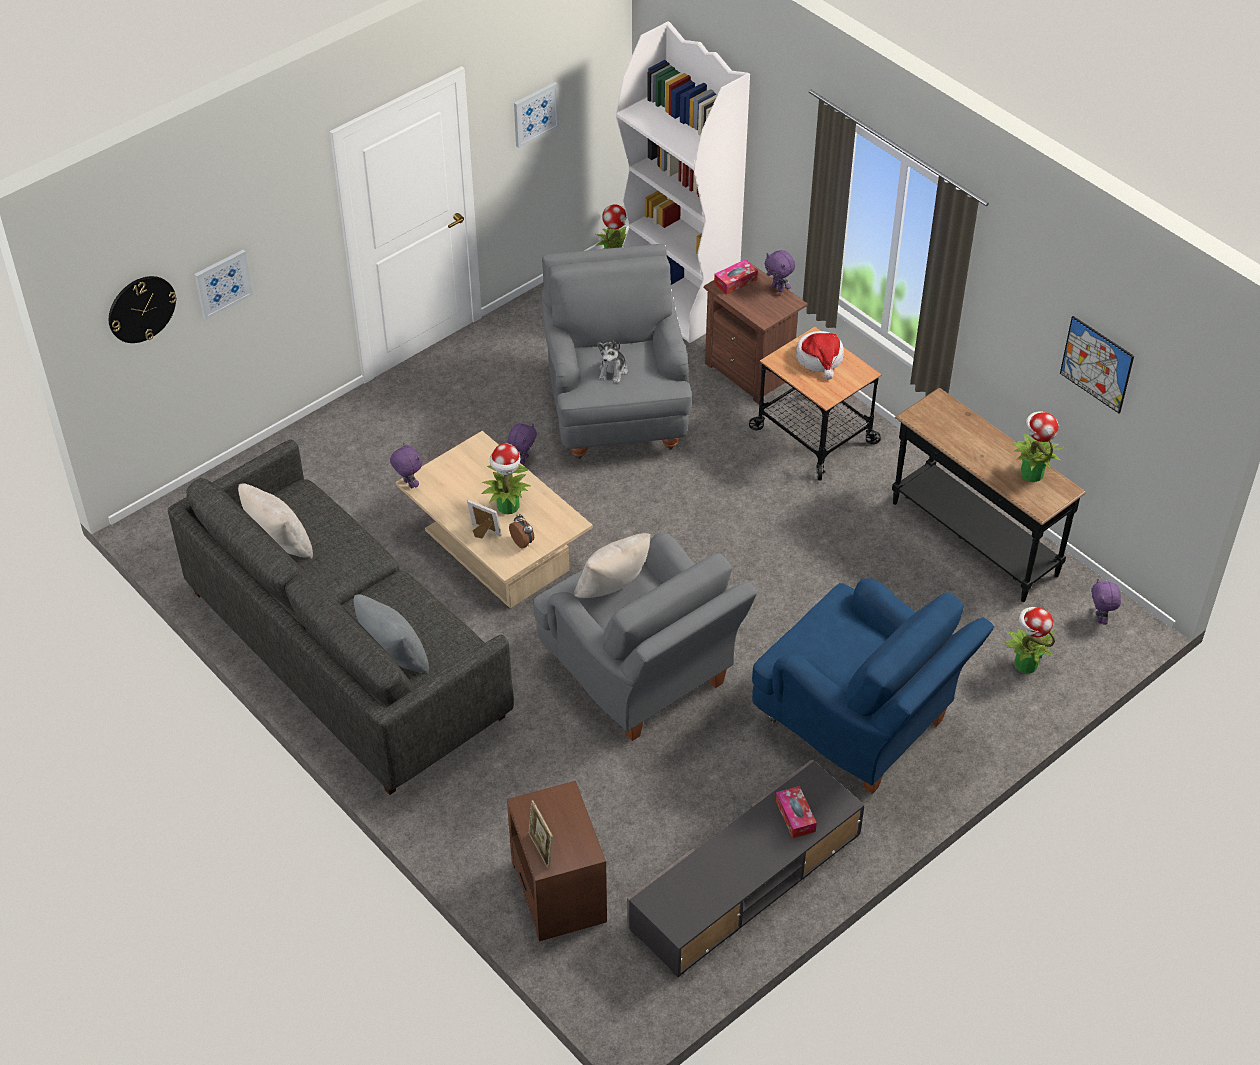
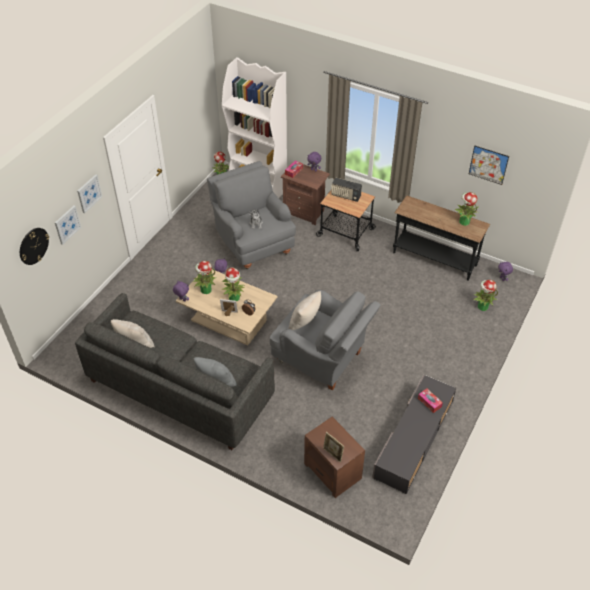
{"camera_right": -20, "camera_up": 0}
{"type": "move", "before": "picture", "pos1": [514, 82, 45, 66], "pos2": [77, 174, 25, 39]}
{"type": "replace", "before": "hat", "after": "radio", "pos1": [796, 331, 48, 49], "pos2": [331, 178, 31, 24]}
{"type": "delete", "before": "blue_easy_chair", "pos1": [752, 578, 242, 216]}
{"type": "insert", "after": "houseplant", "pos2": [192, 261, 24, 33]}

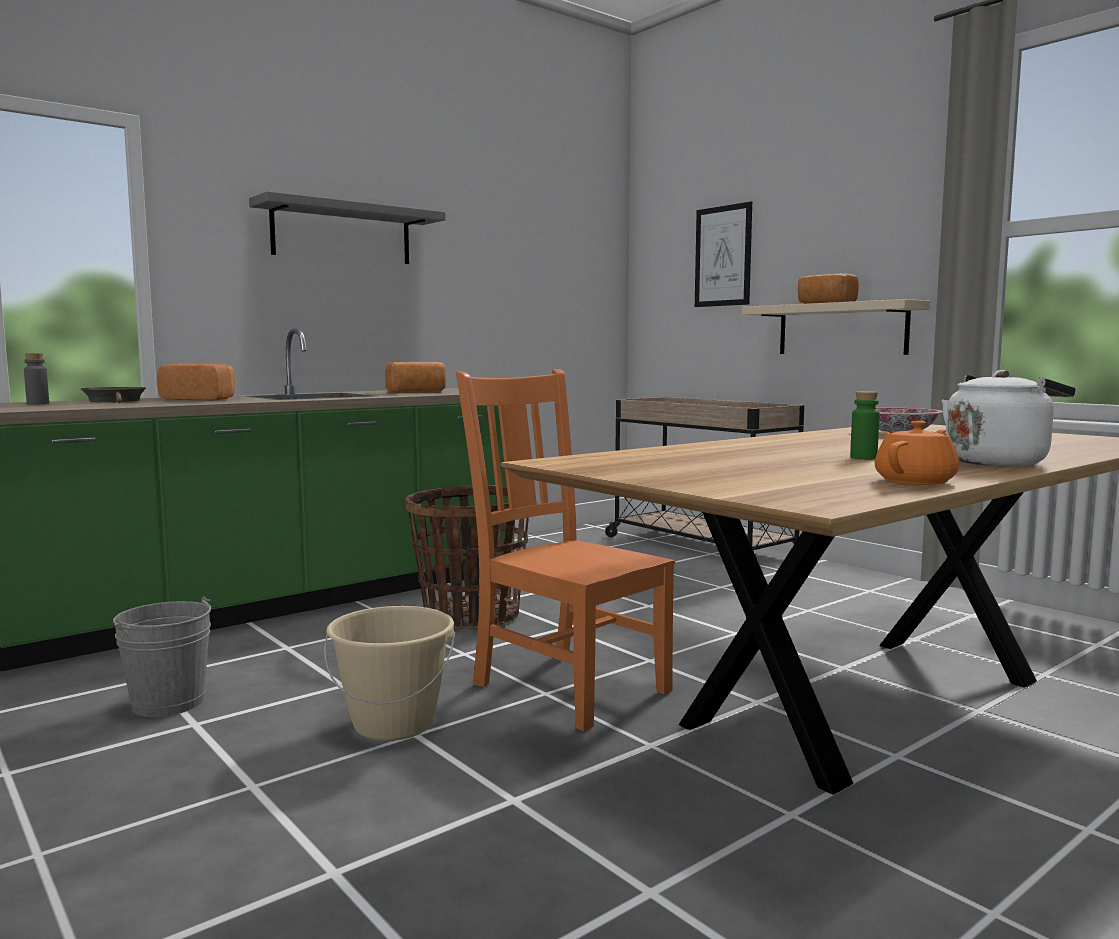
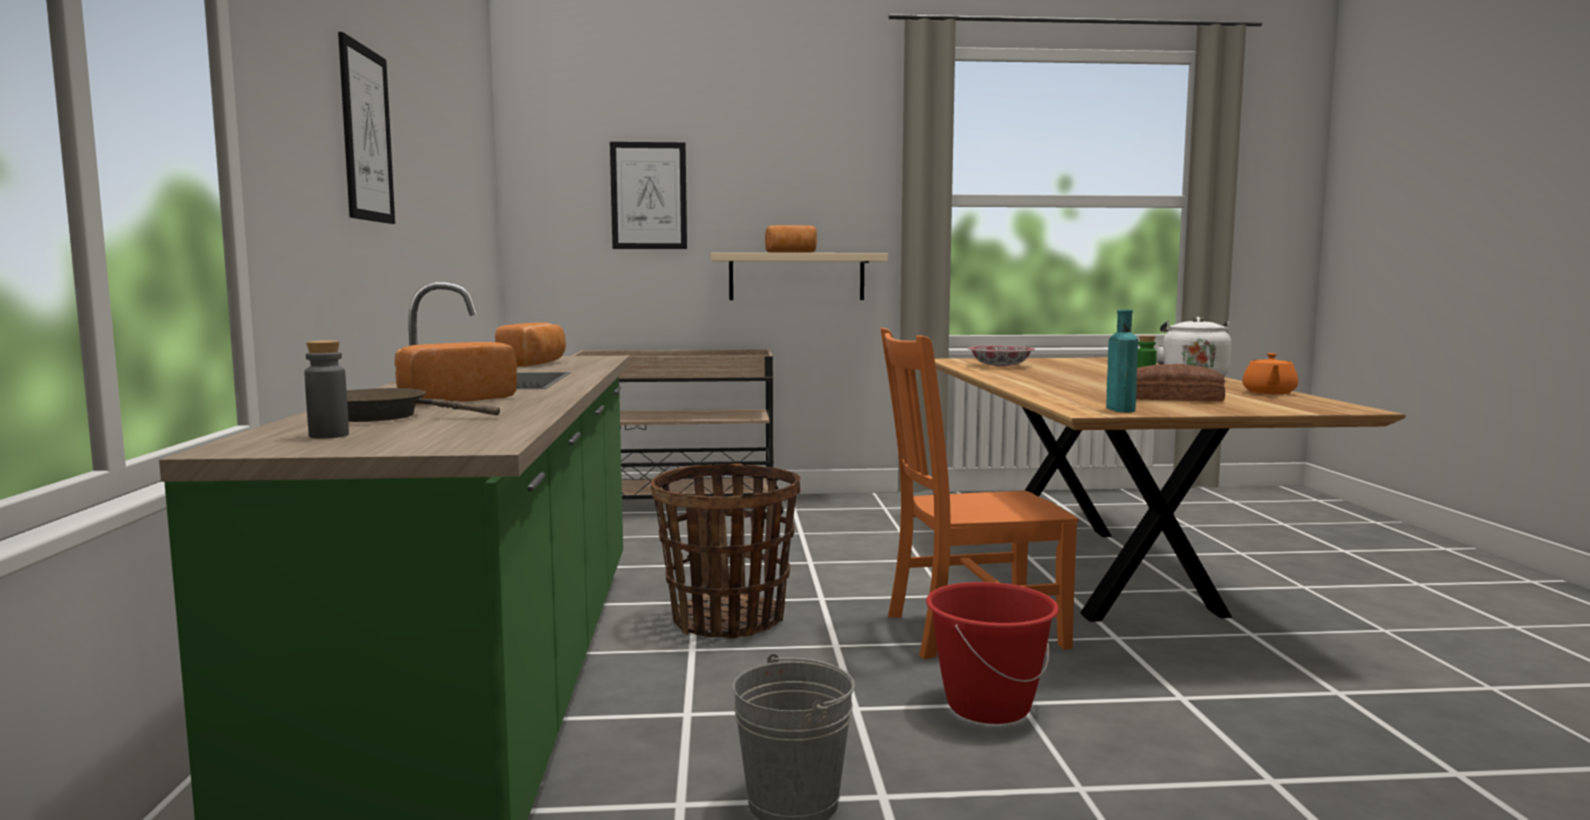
{"camera_right": -55, "camera_up": 0}
{"type": "replace", "before": "grey_shelf", "after": "picture", "pos1": [249, 191, 197, 73], "pos2": [338, 32, 57, 192]}
{"type": "rotate", "before": "orange_teapot", "pos1": [875, 421, 84, 64], "pos2": [1242, 353, 56, 41], "turn": -150}
{"type": "recolor", "before": "sand-coloured_water_bucket", "after": "reddish_water_bucket", "pos1": [324, 606, 131, 135], "pos2": [926, 582, 133, 142]}
{"type": "insert", "after": "blue-green_beverage_bottle", "pos2": [1106, 310, 32, 102]}
{"type": "insert", "after": "bakery_bread", "pos2": [1136, 364, 89, 38]}

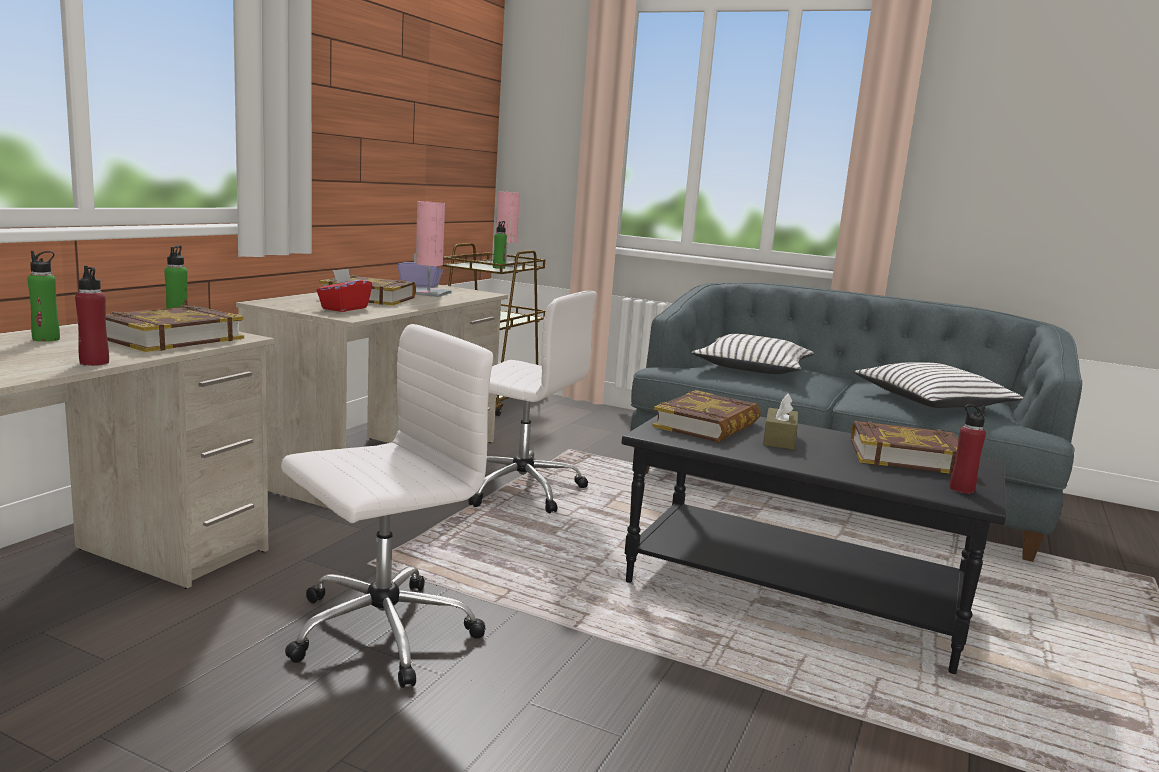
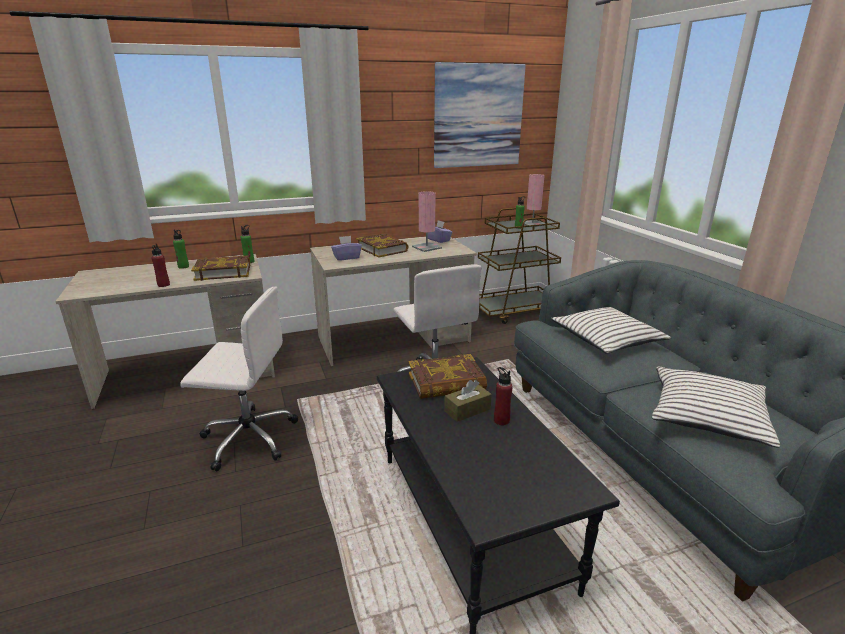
{"camera_right": 45, "camera_up": 10}
{"type": "recolor", "before": "reddish_box_of_tissues", "after": "purplish_box_of_tissues", "pos1": [316, 269, 56, 43], "pos2": [331, 236, 31, 25]}
{"type": "move", "before": "reddish_beverage_bottle", "pos1": [949, 404, 37, 90], "pos2": [494, 367, 19, 58]}
{"type": "delete", "before": "book", "pos1": [851, 421, 108, 53]}
{"type": "insert", "after": "picture", "pos2": [434, 62, 92, 106]}

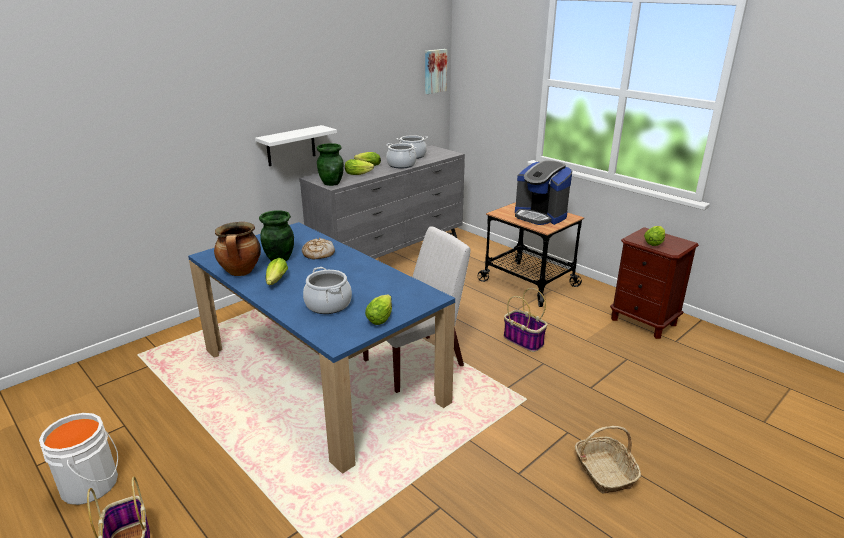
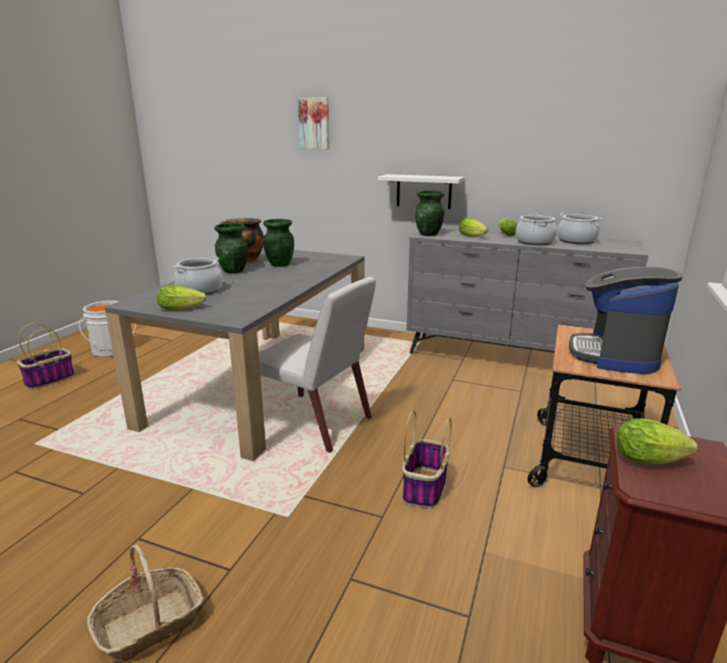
{"camera_right": 65, "camera_up": -5}
{"type": "move", "before": "picture", "pos1": [425, 49, 22, 45], "pos2": [298, 97, 32, 52]}
{"type": "recolor", "before": "blue_kitchen_table", "after": "grey_kitchen_table", "pos1": [188, 222, 267, 252], "pos2": [105, 248, 259, 213]}
{"type": "delete", "before": "bakery_bread", "pos1": [302, 238, 33, 22]}
{"type": "replace", "before": "lettuce_head", "after": "green_flower_vase", "pos1": [266, 258, 22, 27], "pos2": [214, 223, 34, 51]}

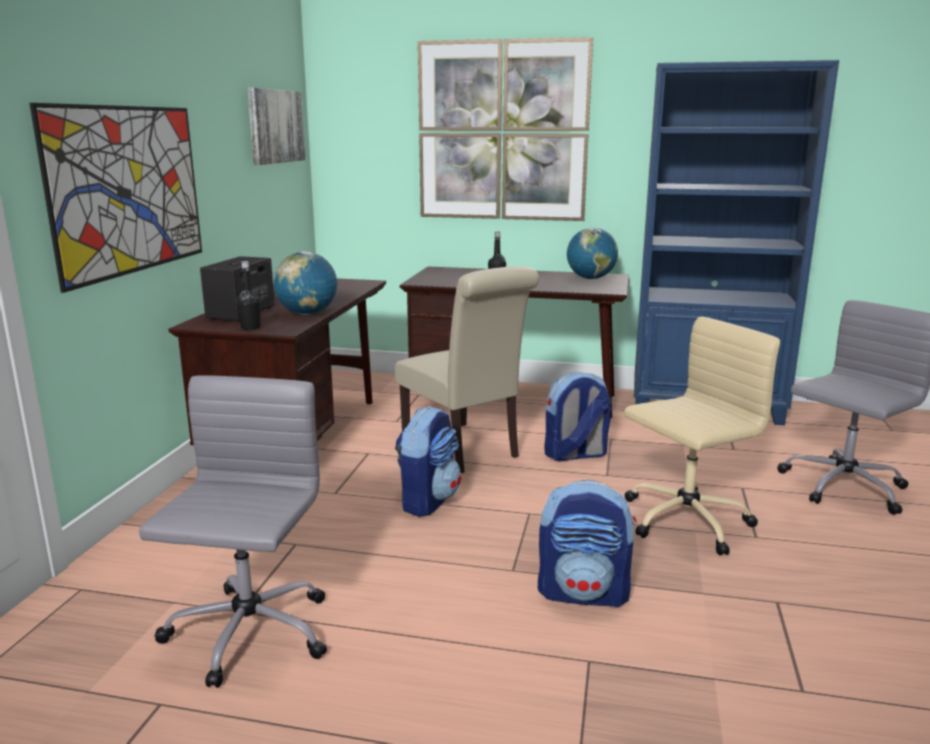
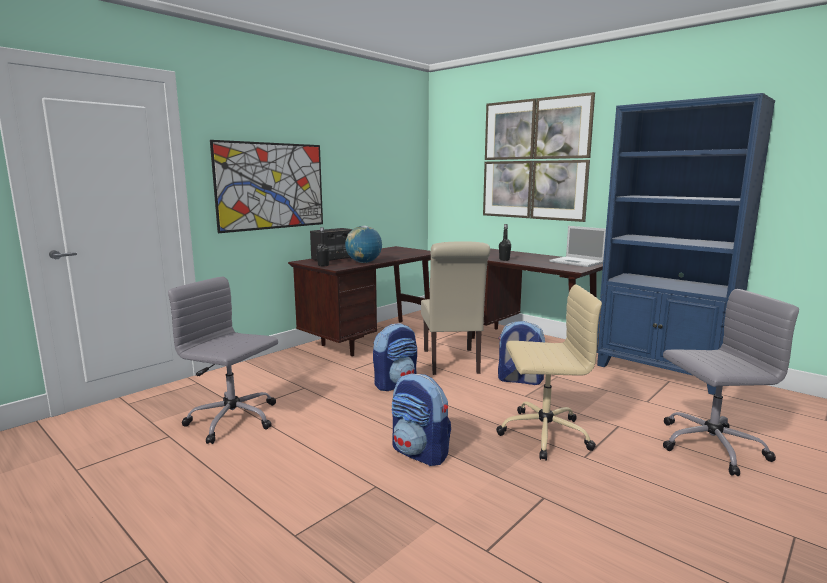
{"camera_right": 30, "camera_up": -5}
{"type": "delete", "before": "picture", "pos1": [247, 87, 58, 78]}
{"type": "replace", "before": "globe", "after": "portable_computer", "pos1": [567, 228, 51, 51], "pos2": [549, 226, 57, 41]}
{"type": "rotate", "before": "grey_office_chair", "pos1": [139, 375, 188, 313], "pos2": [168, 277, 110, 167], "turn": -105}

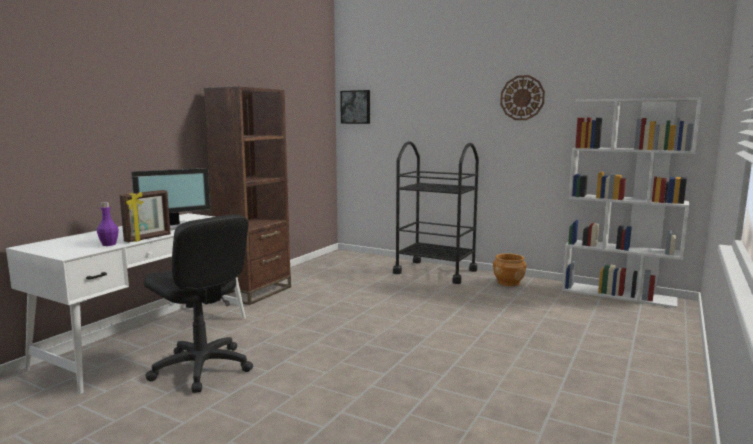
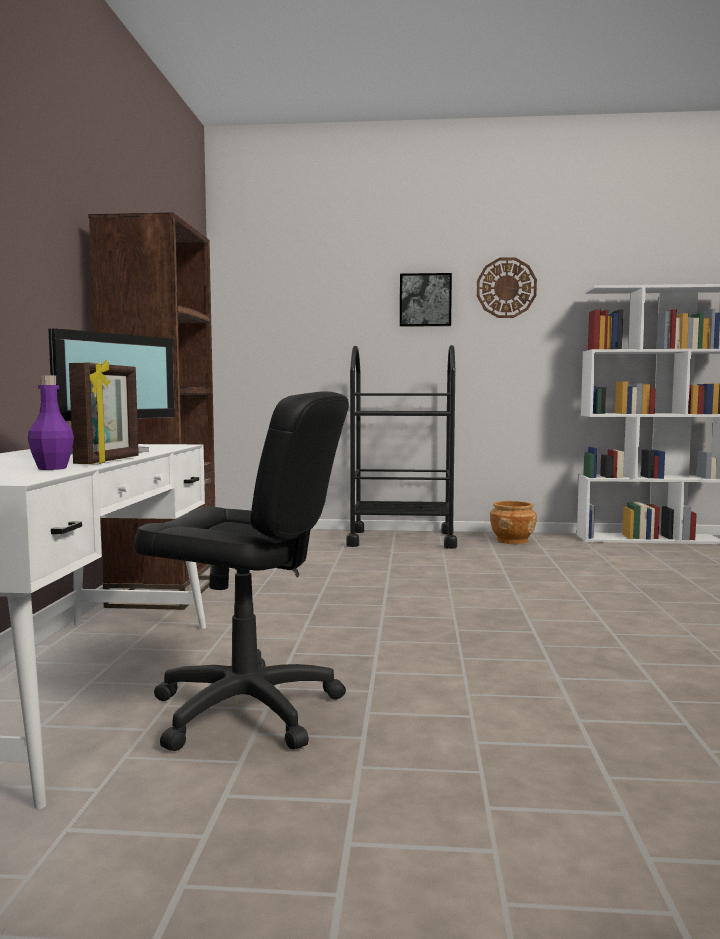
{"camera_right": -25, "camera_up": -5}
{"type": "move", "before": "picture", "pos1": [340, 90, 30, 34], "pos2": [400, 273, 52, 54]}

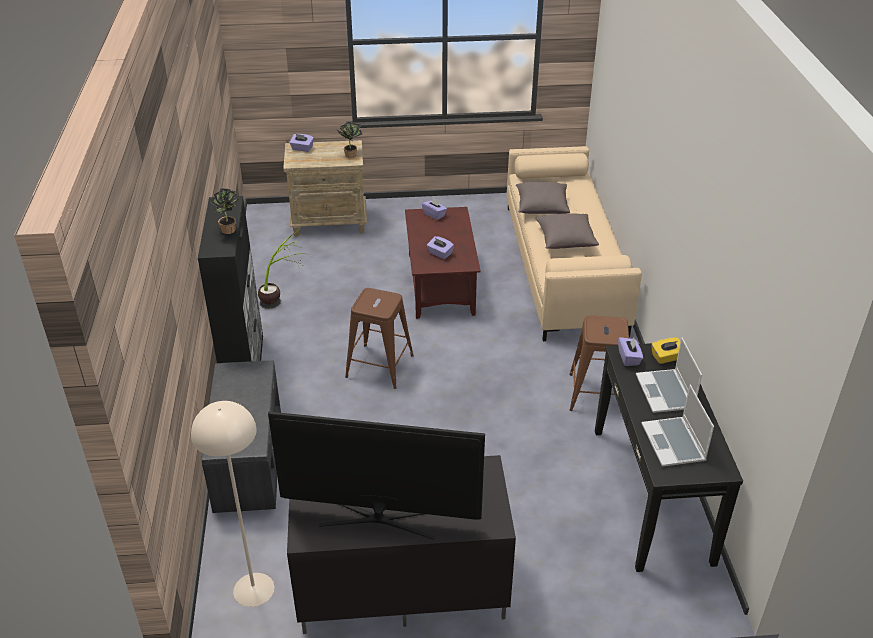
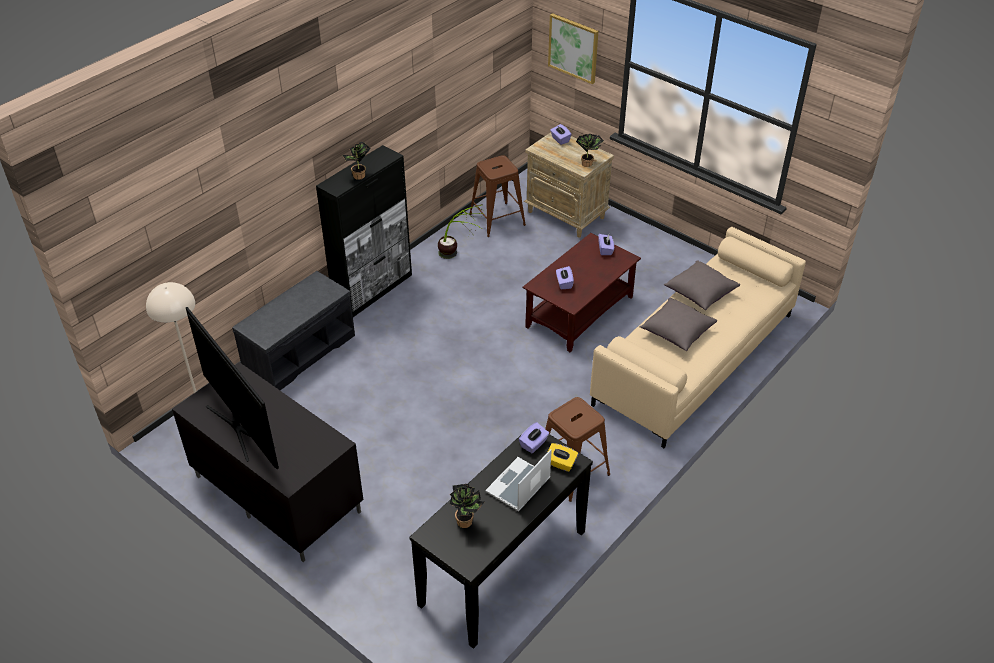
{"camera_right": 45, "camera_up": 5}
{"type": "move", "before": "brown_stool_seat", "pos1": [345, 288, 69, 101], "pos2": [470, 155, 56, 82]}
{"type": "replace", "before": "portable_computer", "after": "houseplant", "pos1": [641, 385, 73, 82], "pos2": [450, 483, 34, 45]}
{"type": "insert", "after": "picture", "pos2": [548, 13, 50, 71]}

